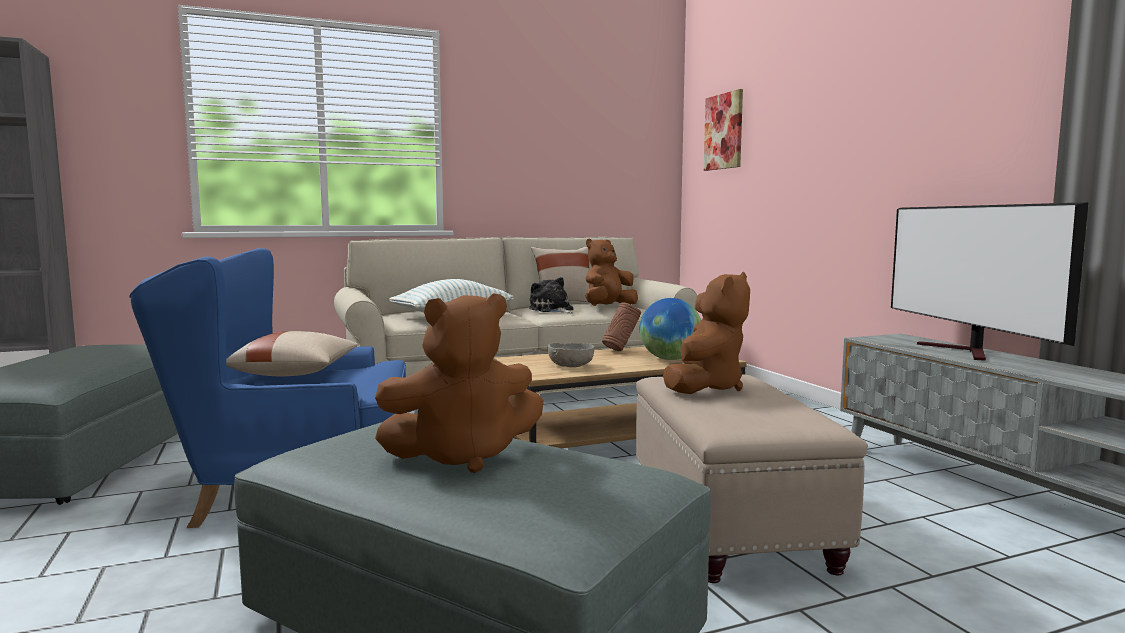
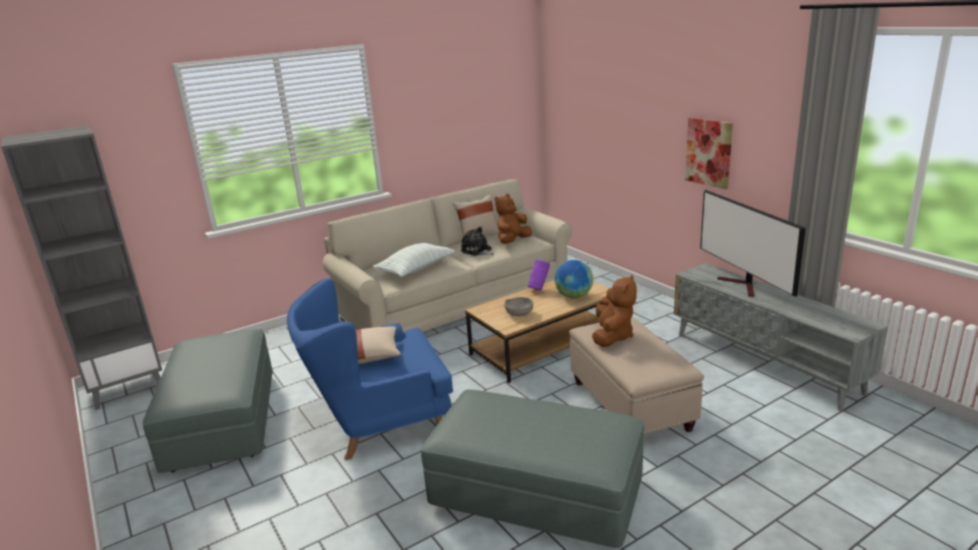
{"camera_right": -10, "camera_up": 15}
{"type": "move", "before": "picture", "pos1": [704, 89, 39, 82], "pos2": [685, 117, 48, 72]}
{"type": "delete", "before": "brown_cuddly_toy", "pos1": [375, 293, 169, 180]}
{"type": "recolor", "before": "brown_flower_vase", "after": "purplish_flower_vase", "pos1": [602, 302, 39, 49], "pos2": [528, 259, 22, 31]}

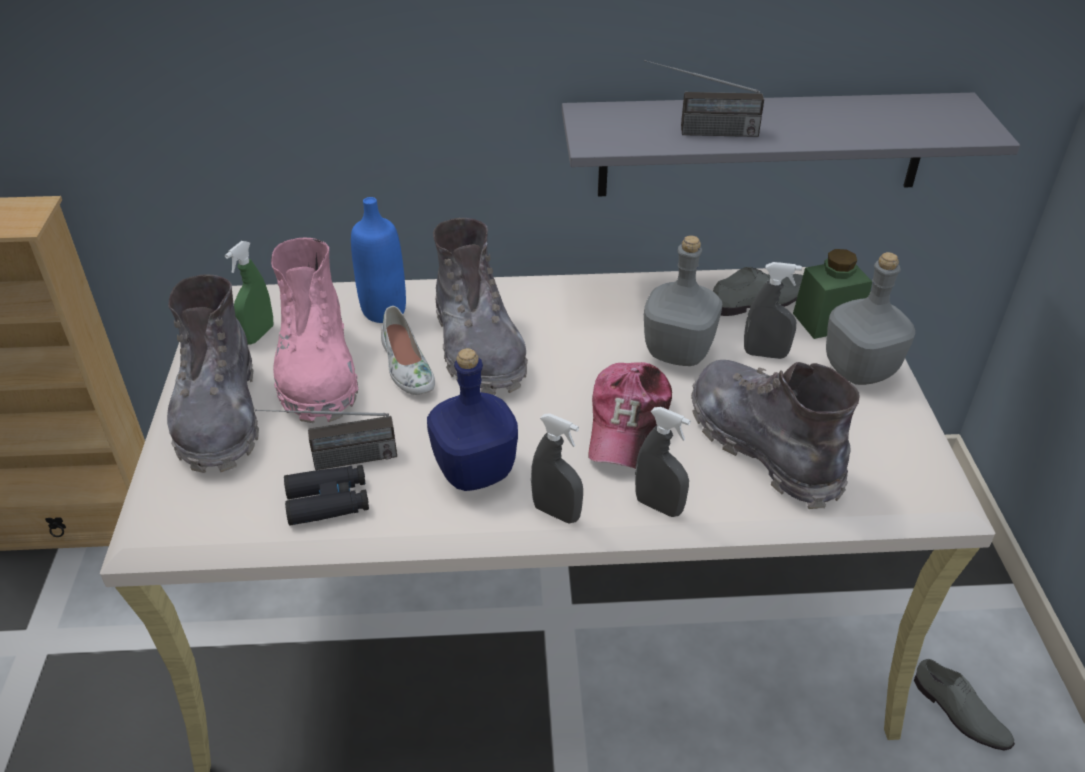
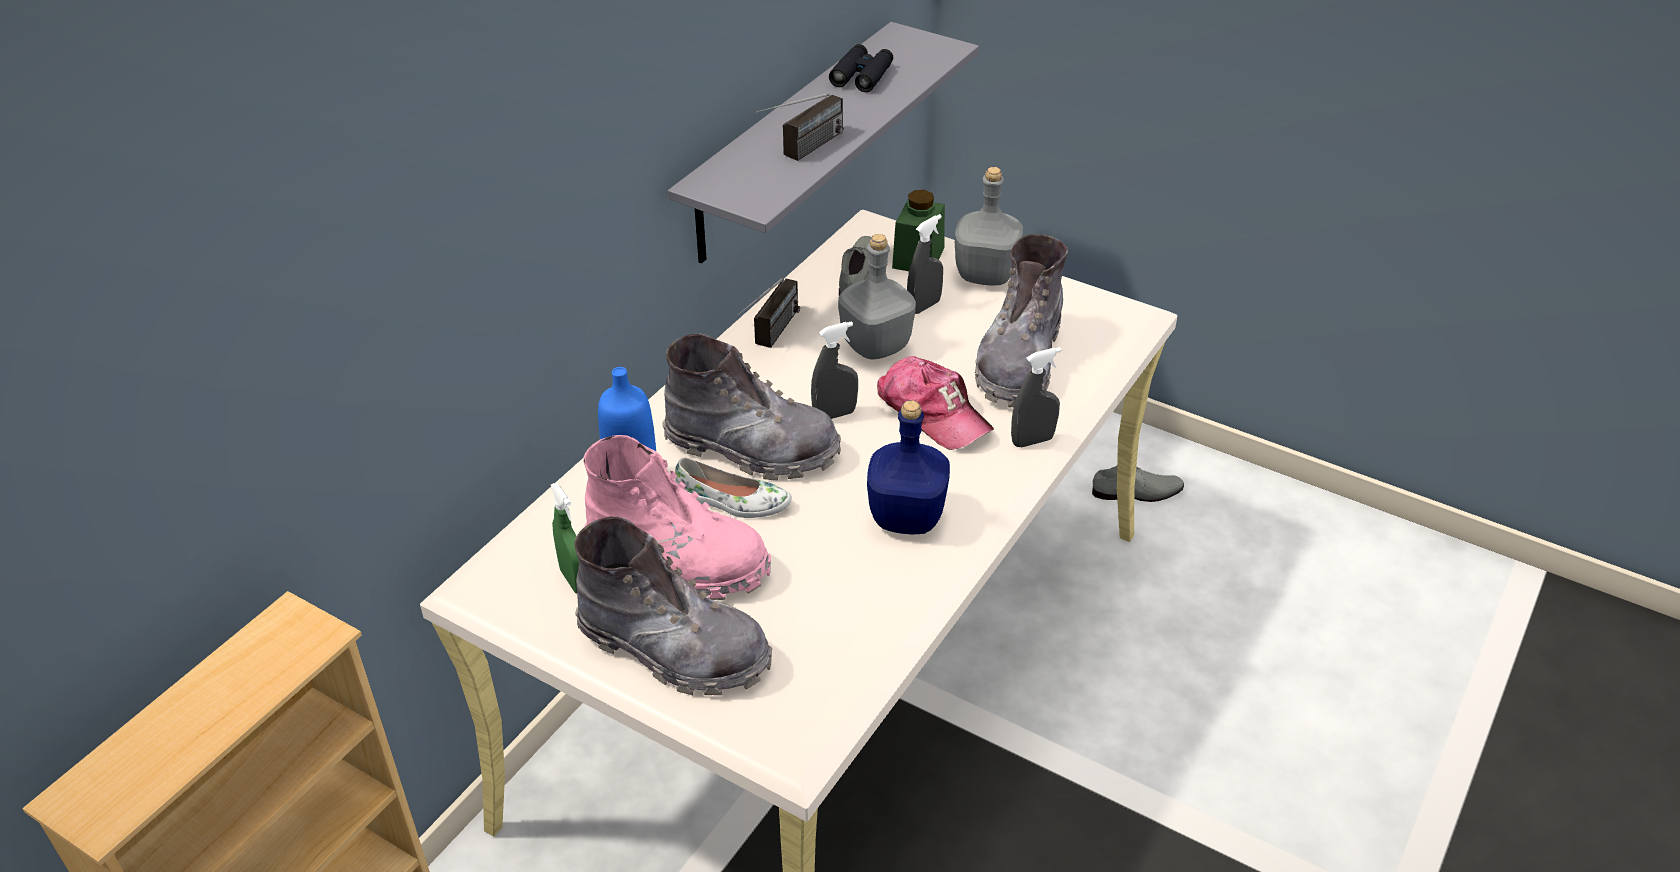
{"camera_right": -55, "camera_up": 0}
{"type": "rotate", "before": "grey_tall_boot", "pos1": [691, 360, 168, 149], "pos2": [975, 234, 93, 173], "turn": -75}
{"type": "move", "before": "radio", "pos1": [255, 409, 142, 61], "pos2": [737, 278, 63, 70]}
{"type": "move", "before": "grey_hand_sprayer", "pos1": [531, 413, 52, 110], "pos2": [811, 321, 47, 98]}
{"type": "move", "before": "black-coloured_pair_of_binoculars", "pos1": [284, 465, 85, 60], "pos2": [829, 44, 64, 48]}

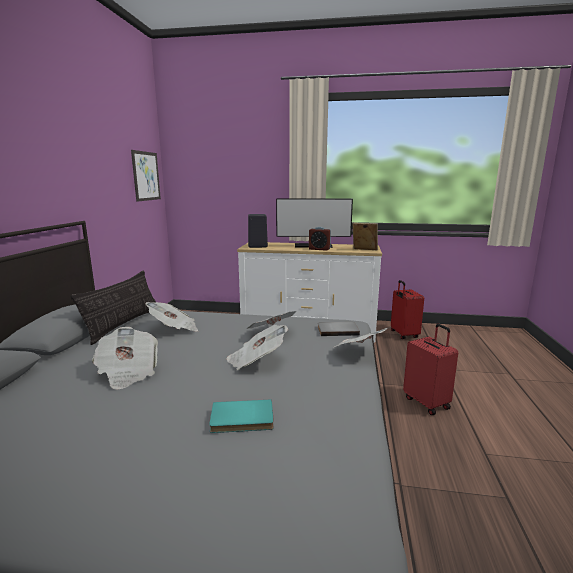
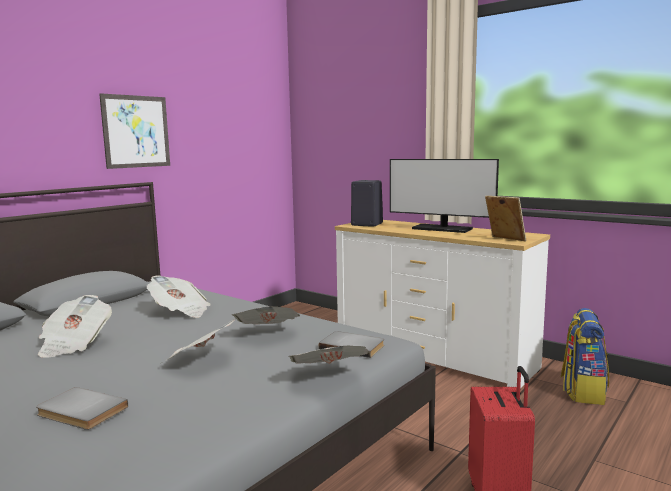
{"camera_right": 30, "camera_up": -5}
{"type": "move", "before": "picture", "pos1": [131, 150, 30, 52], "pos2": [99, 93, 71, 76]}
{"type": "delete", "before": "table_clock", "pos1": [309, 227, 22, 24]}
{"type": "delete", "before": "pillow", "pos1": [70, 270, 86, 75]}
{"type": "replace", "before": "reddish_piece_of_luggage", "after": "backpack", "pos1": [391, 280, 33, 59], "pos2": [561, 308, 48, 97]}
{"type": "recolor", "before": "blue-green_book", "after": "grey_book", "pos1": [209, 399, 65, 34], "pos2": [36, 387, 92, 43]}

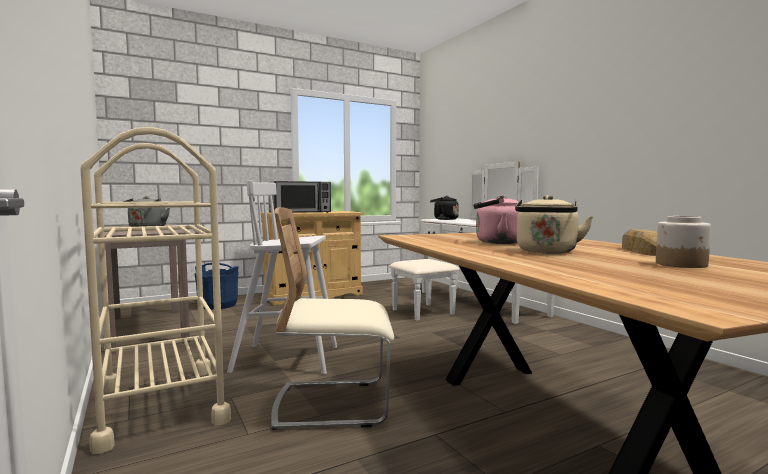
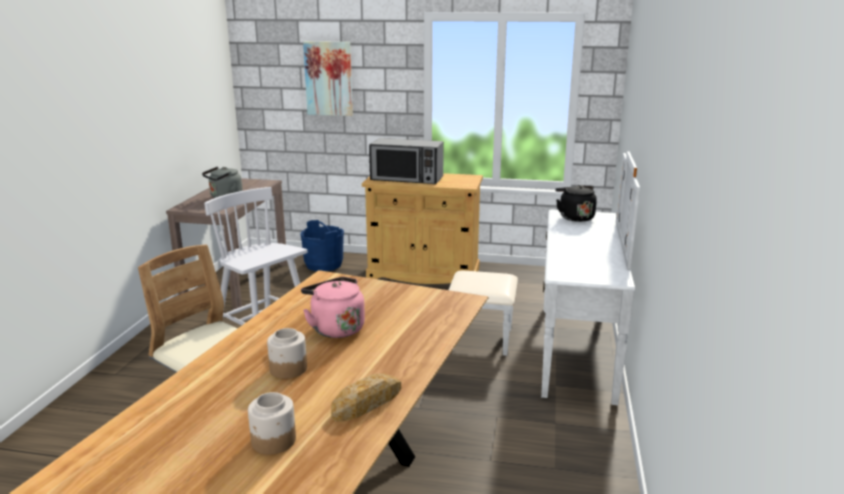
{"camera_right": 40, "camera_up": 15}
{"type": "delete", "before": "sand-coloured_trolley", "pos1": [80, 127, 151, 327]}
{"type": "replace", "before": "sand-coloured_kettle", "after": "jar", "pos1": [515, 195, 78, 58], "pos2": [267, 328, 40, 51]}
{"type": "insert", "after": "picture", "pos2": [303, 41, 50, 75]}

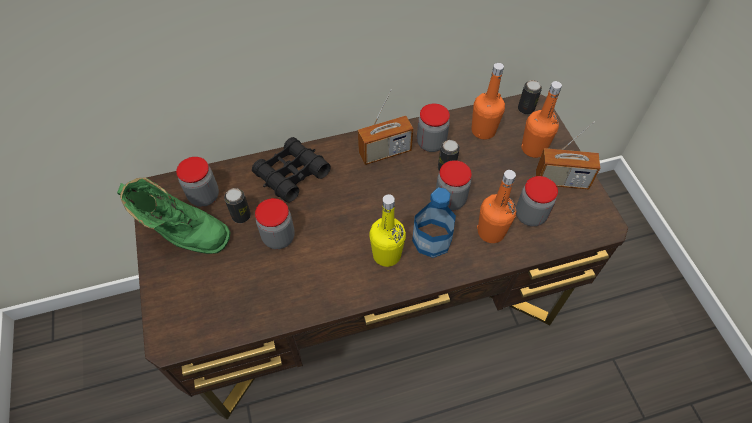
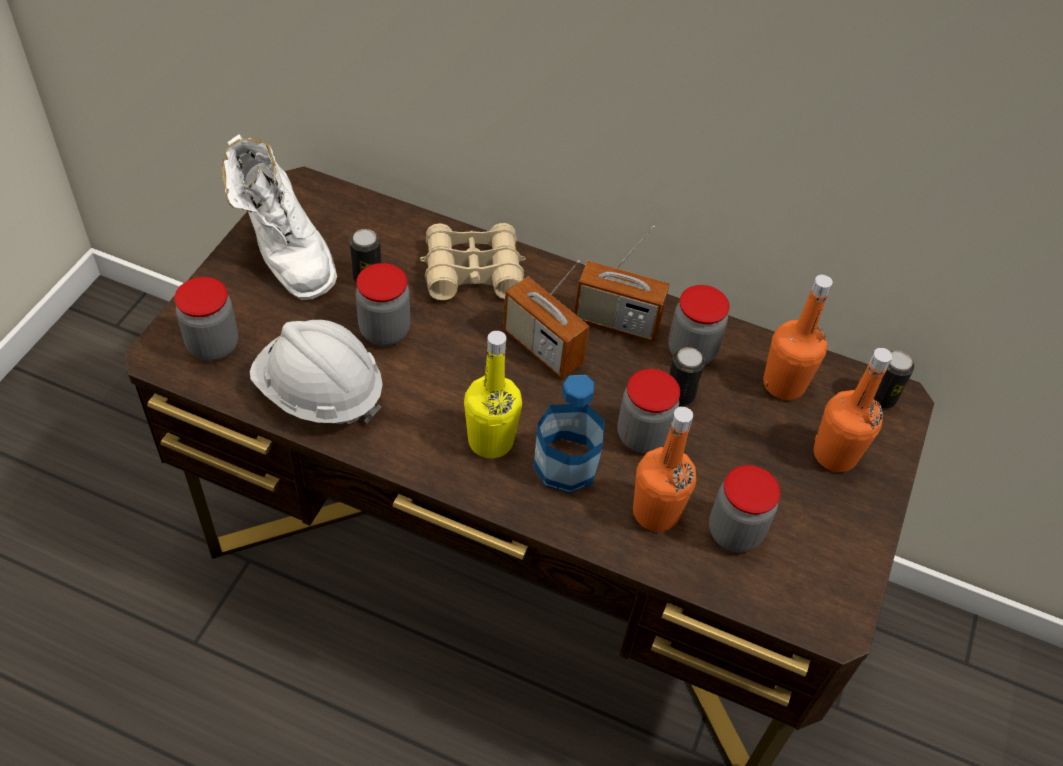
{"camera_right": 35, "camera_up": -5}
{"type": "move", "before": "radio", "pos1": [536, 122, 64, 67], "pos2": [503, 260, 86, 119]}
{"type": "recolor", "before": "black-coloured_pair_of_binoculars", "after": "sand-coloured_pair_of_binoculars", "pos1": [252, 137, 78, 65], "pos2": [420, 223, 106, 77]}
{"type": "move", "before": "jar", "pos1": [176, 157, 43, 50], "pos2": [174, 277, 64, 84]}
{"type": "recolor", "before": "green_tall_boot", "after": "white_tall_boot", "pos1": [117, 178, 113, 76], "pos2": [222, 134, 115, 166]}
{"type": "insert", "after": "white_hard_hat", "pos2": [250, 320, 133, 104]}

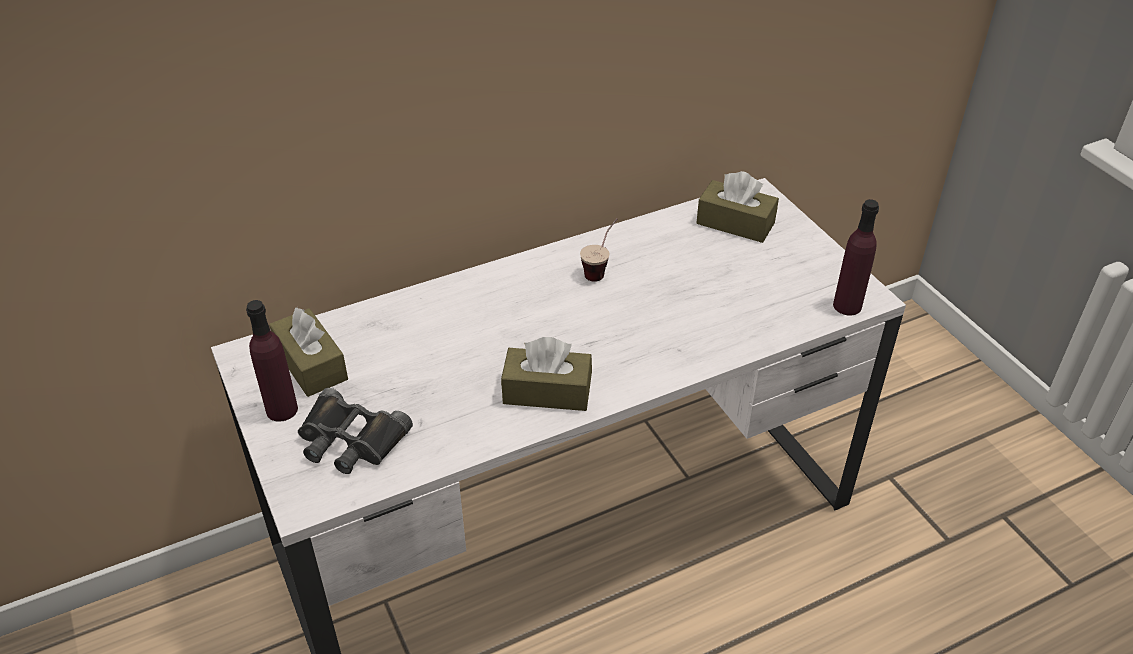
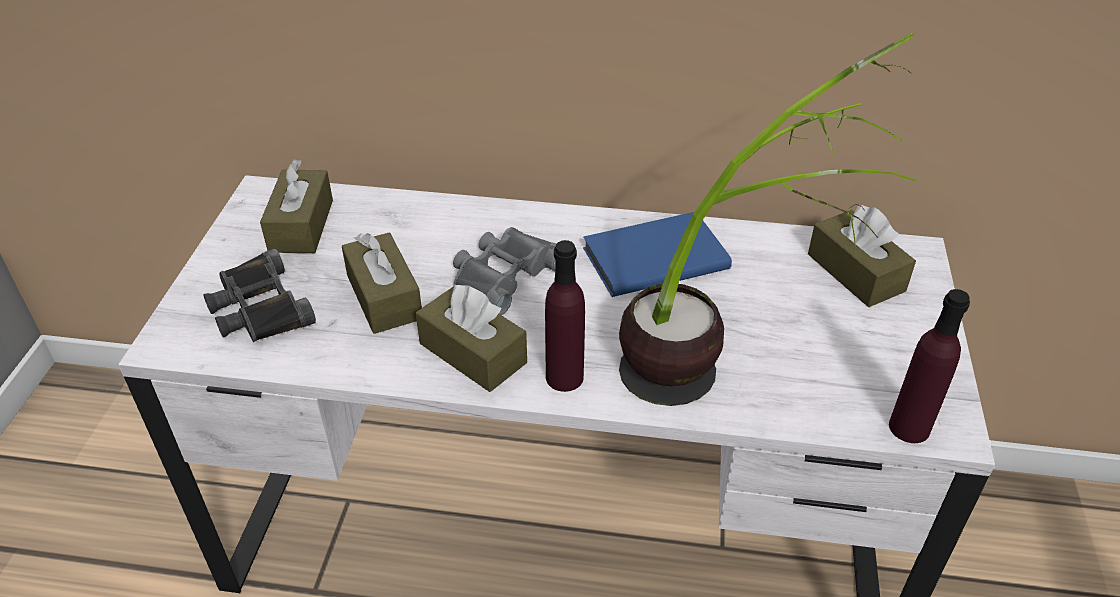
{"camera_right": 35, "camera_up": 0}
{"type": "replace", "before": "small_cup", "after": "blue_book", "pos1": [580, 218, 37, 64], "pos2": [583, 212, 149, 85]}
{"type": "move", "before": "purplish_beverage_bottle", "pos1": [246, 300, 52, 122], "pos2": [545, 240, 40, 152]}
{"type": "insert", "after": "houseplant", "pos2": [619, 33, 298, 373]}
{"type": "insert", "after": "grey_pair_of_binoculars", "pos2": [453, 227, 103, 88]}
{"type": "insert", "after": "brown_box_of_tissues", "pos2": [342, 233, 80, 101]}

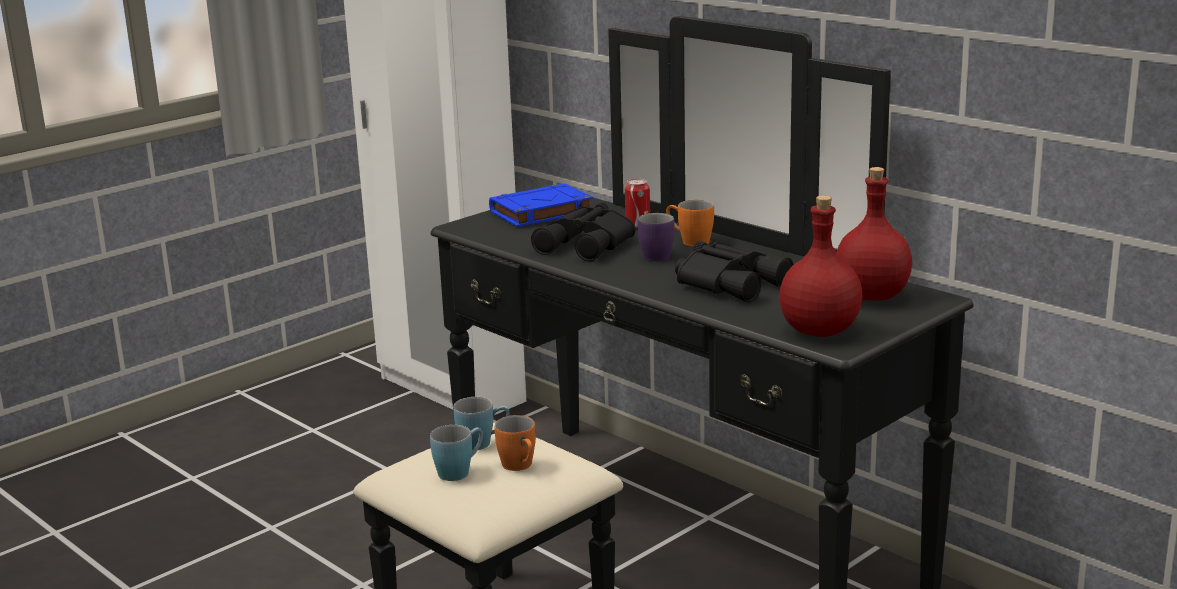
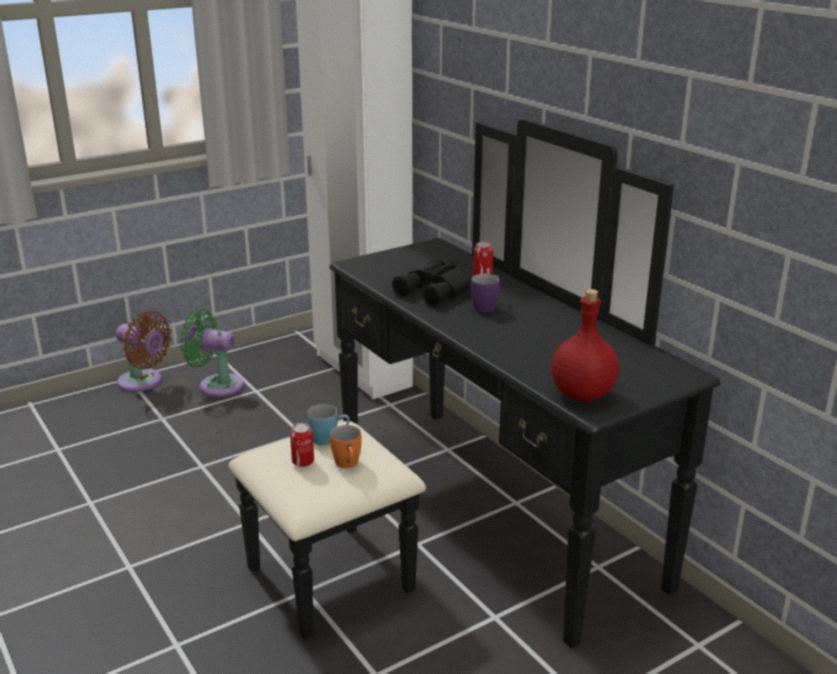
{"camera_right": 10, "camera_up": 5}
{"type": "delete", "before": "reddish_beverage_bottle", "pos1": [836, 167, 76, 134]}
{"type": "delete", "before": "blue_book", "pos1": [489, 183, 104, 44]}
{"type": "delete", "before": "orange_mug", "pos1": [666, 200, 48, 46]}
{"type": "delete", "before": "black-coloured_pair_of_binoculars", "pos1": [675, 241, 119, 62]}
{"type": "replace", "before": "blue_mug", "after": "sealed_can", "pos1": [430, 425, 53, 56], "pos2": [290, 423, 24, 44]}
{"type": "insert", "after": "green_electric_fan", "pos2": [180, 309, 64, 88]}
{"type": "insert", "after": "brown_electric_fan", "pos2": [115, 311, 56, 81]}

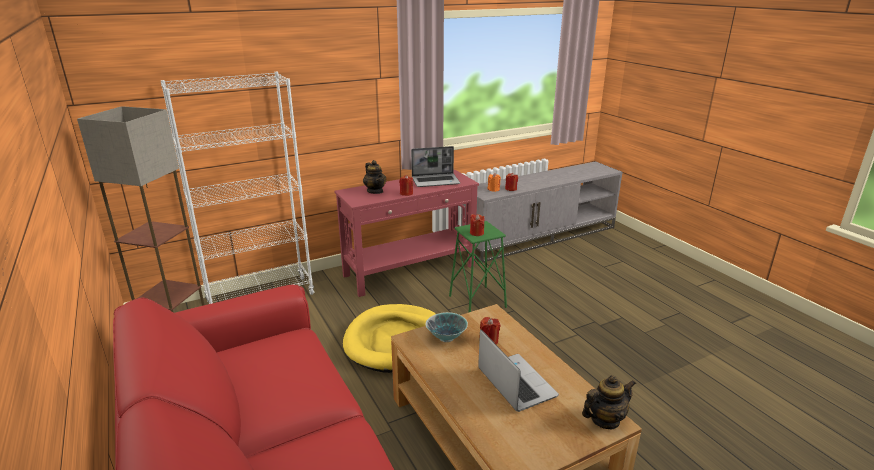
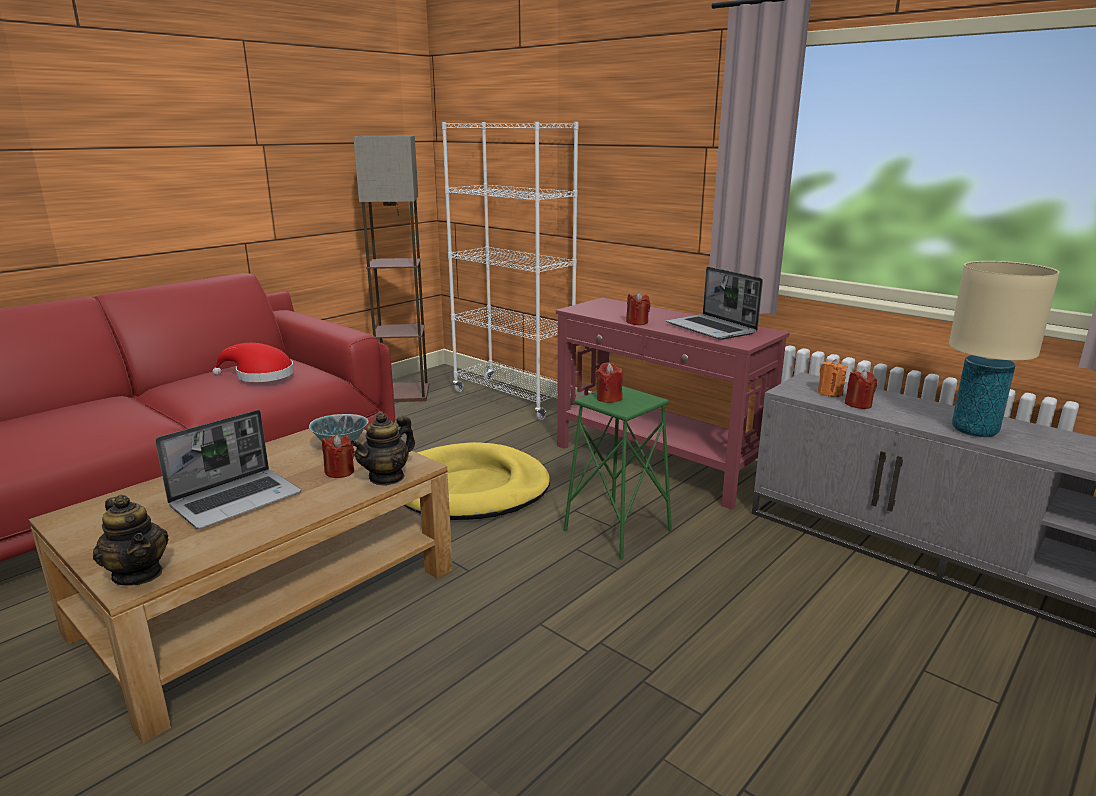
{"camera_right": 70, "camera_up": -5}
{"type": "move", "before": "teapot", "pos1": [363, 160, 23, 34], "pos2": [350, 412, 65, 74]}
{"type": "insert", "after": "sand-coloured_tabletop_lamp", "pos2": [949, 261, 111, 176]}
{"type": "insert", "after": "reddish_hat", "pos2": [213, 343, 81, 39]}

